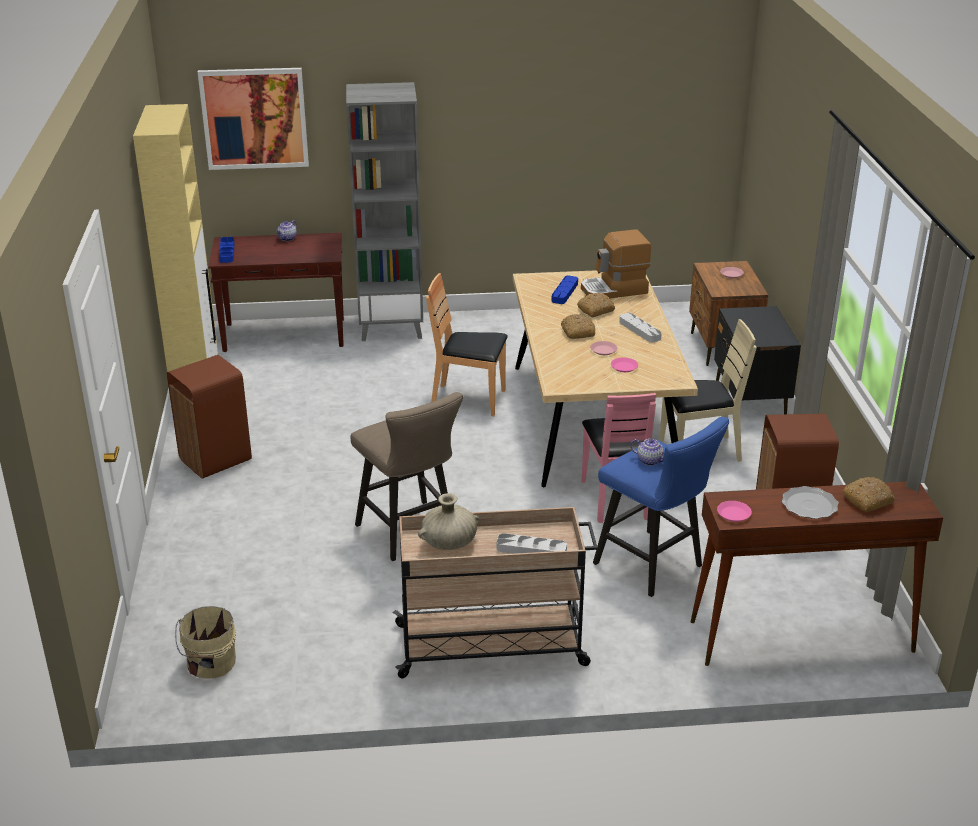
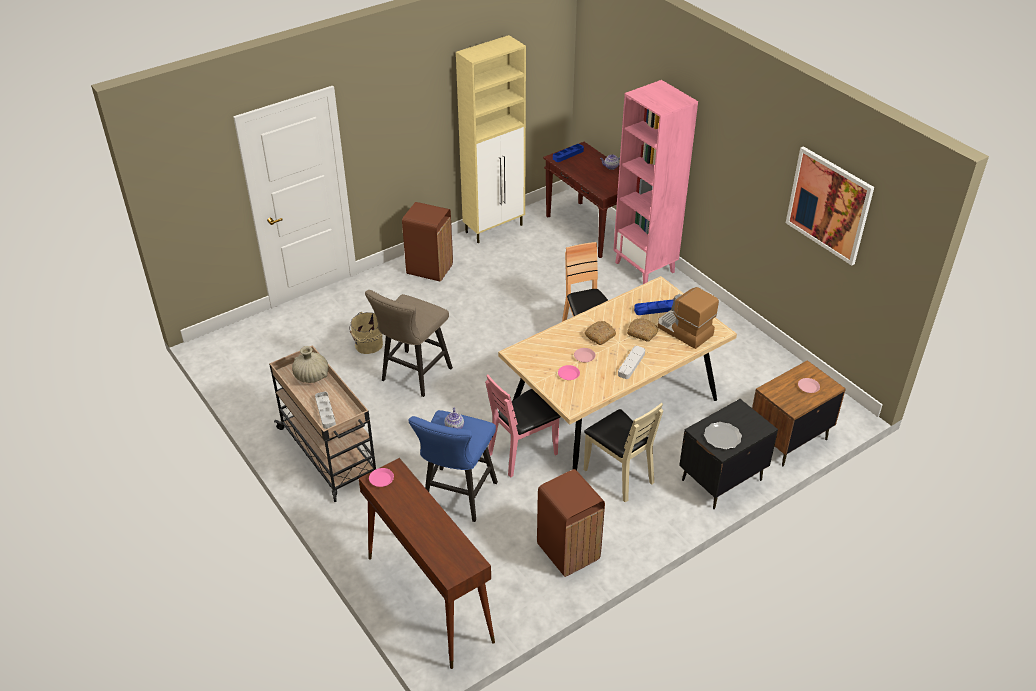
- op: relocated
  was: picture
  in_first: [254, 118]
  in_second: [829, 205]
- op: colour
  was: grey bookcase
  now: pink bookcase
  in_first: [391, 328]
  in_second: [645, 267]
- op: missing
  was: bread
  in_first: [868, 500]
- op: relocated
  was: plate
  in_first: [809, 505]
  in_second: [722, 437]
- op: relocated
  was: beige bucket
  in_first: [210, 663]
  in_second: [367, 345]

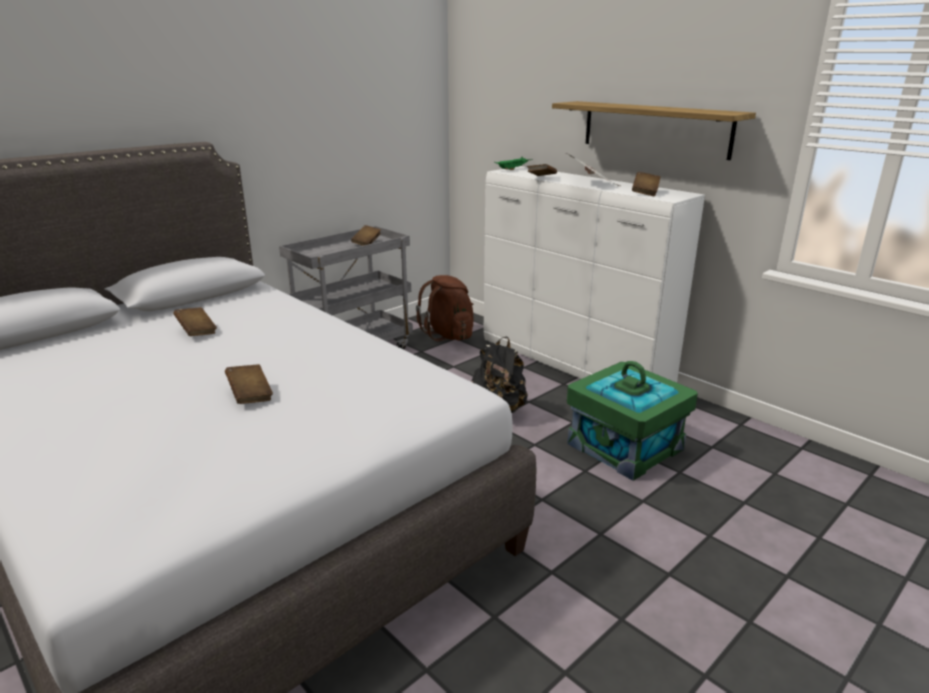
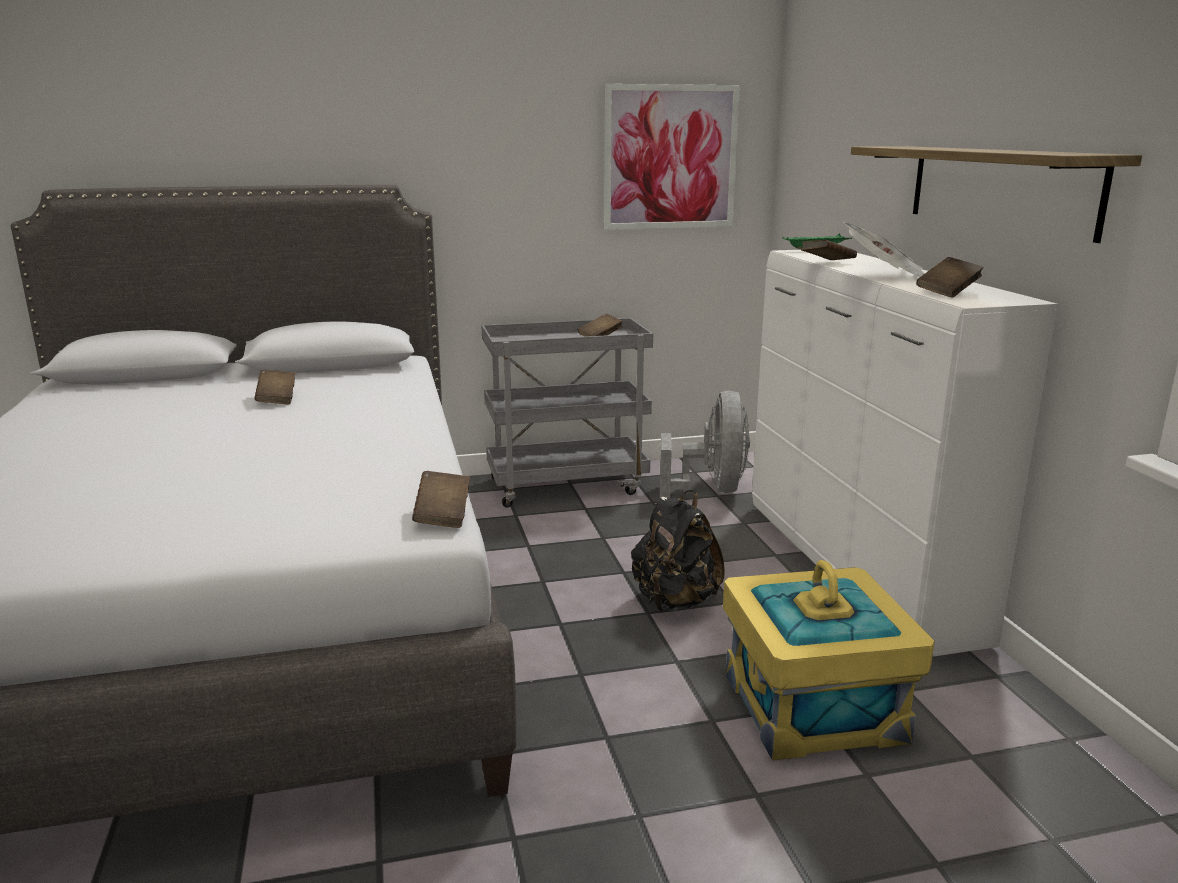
- op: exchanged
  was: brown backpack
  now: grey fan
  in_first: [449, 335]
  in_second: [711, 490]
- op: colour
  was: green storage box
  now: yellow storage box
  in_first: [625, 446]
  in_second: [814, 707]
- op: relocated
  was: brown book
  in_first: [250, 395]
  in_second: [443, 516]
- op: appeared
  now: picture
  in_second: [670, 157]

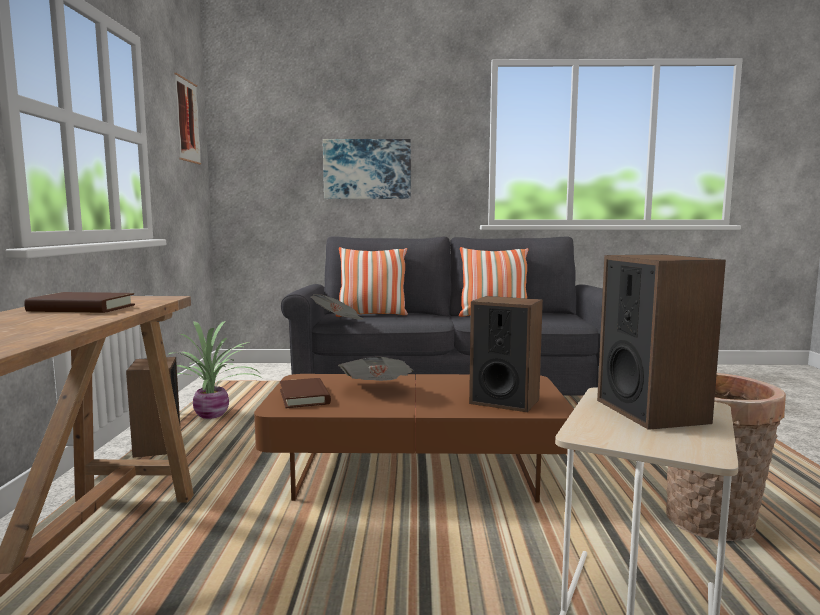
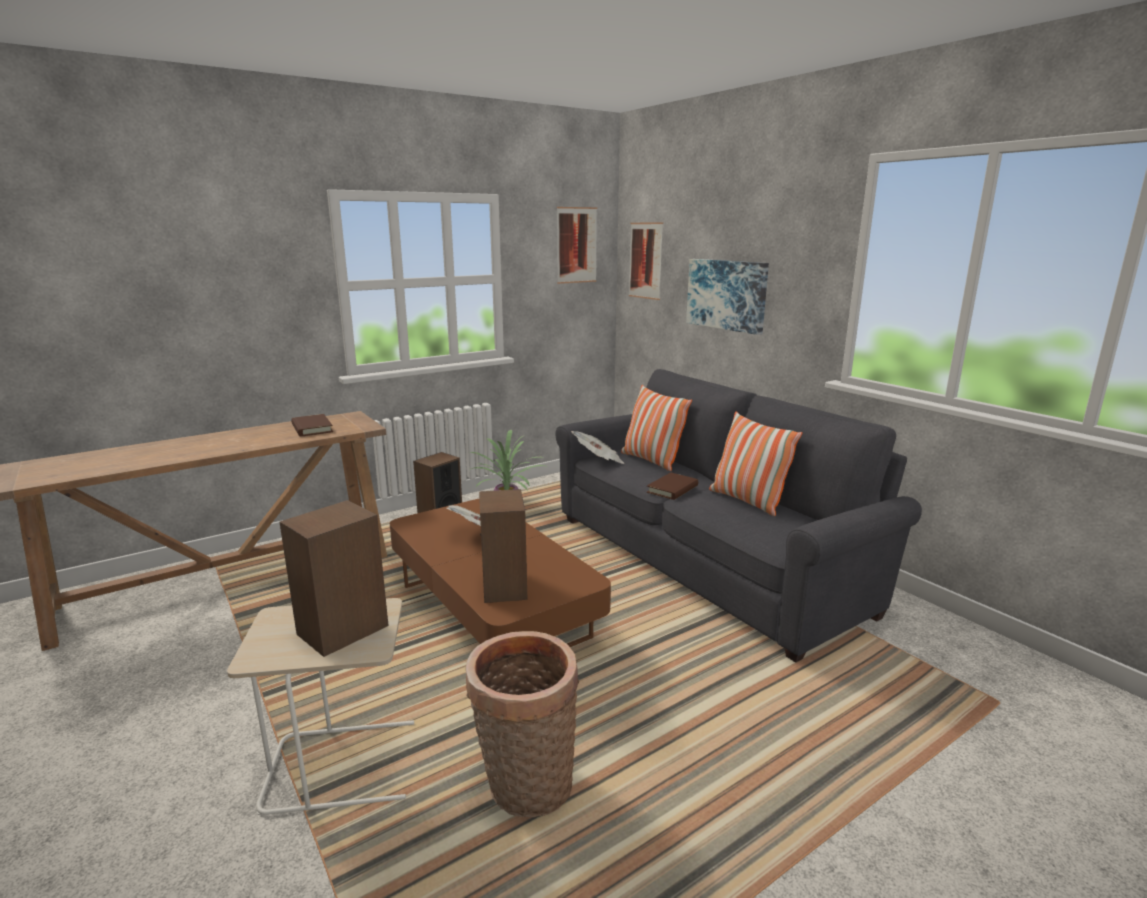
- op: relocated
  was: brown book
  in_first: [304, 397]
  in_second: [672, 489]
- op: appeared
  now: picture
  in_second: [645, 260]

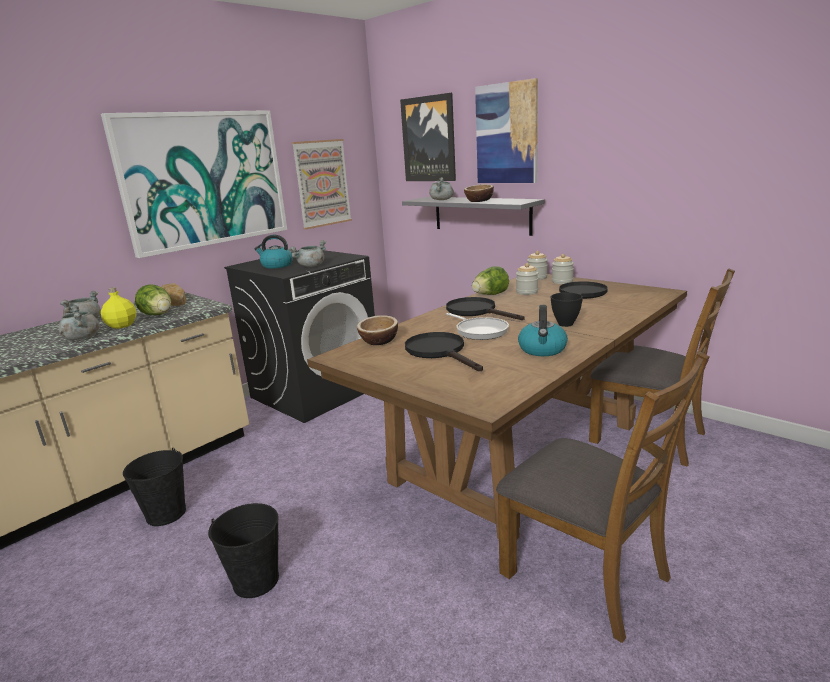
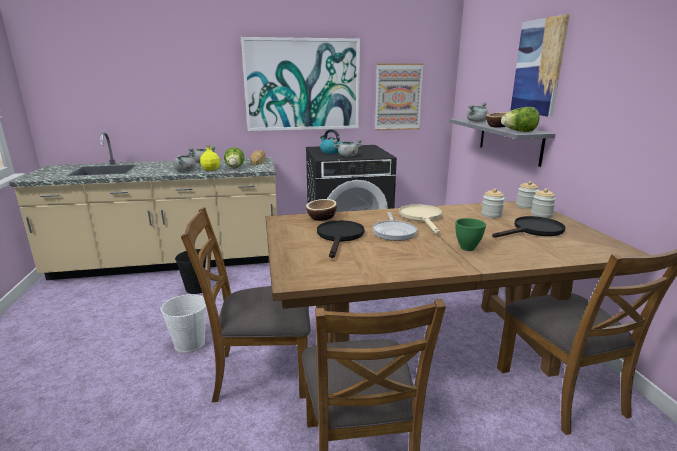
- op: missing
  was: picture
  in_first: [429, 139]
- op: relocated
  was: lettuce
  in_first: [490, 295]
  in_second: [519, 131]
- op: colour
  was: black bowl
  now: green bowl
  in_first: [566, 324]
  in_second: [468, 248]
- op: colour
  was: black frying pan
  now: beige frying pan
  in_first: [476, 311]
  in_second: [422, 218]
- op: missing
  was: kettle
  in_first: [542, 350]
- op: colour
  was: black bucket
  now: white bucket
  in_first: [256, 580]
  in_second: [190, 344]
- op: appeared
  now: brown chair
  in_second: [261, 373]

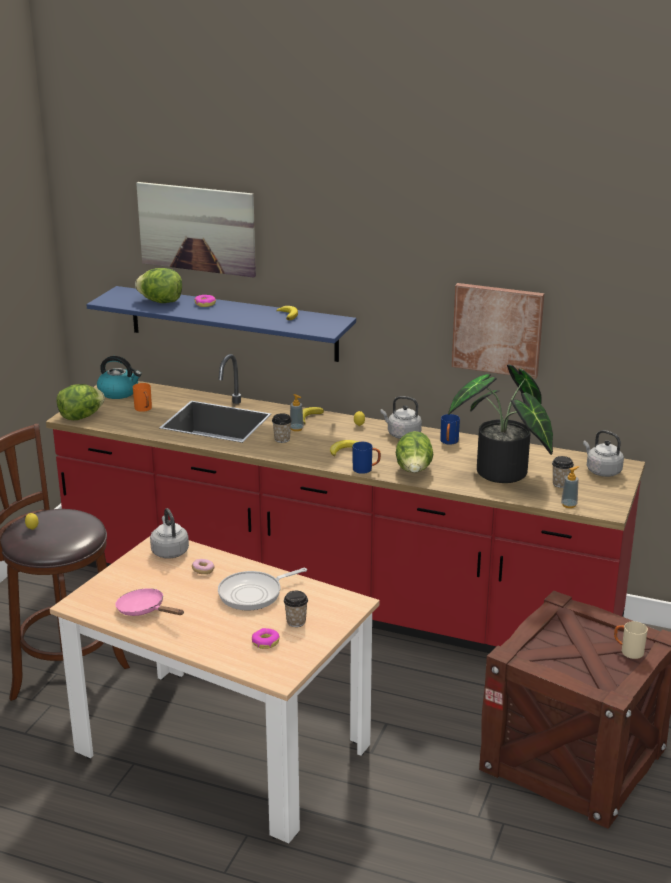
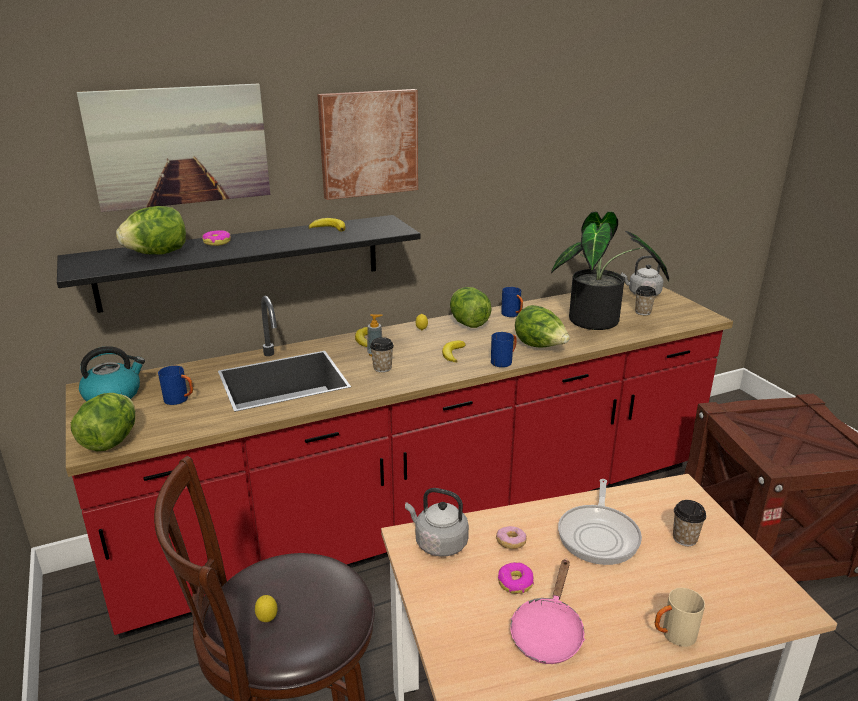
- op: relocated
  was: picture
  in_first: [497, 329]
  in_second: [368, 143]
- op: colour
  was: blue shelf
  now: black shelf
  in_first: [233, 323]
  in_second: [242, 262]
- op: colour
  was: orange mug
  now: blue mug
  in_first: [144, 409]
  in_second: [180, 400]
- op: exchanged
  was: grey kettle
  now: lettuce
  in_first: [402, 434]
  in_second: [468, 323]
- op: missing
  was: soap dispenser
  in_first: [569, 505]
- op: spun
  was: pink frying pan
  in_first: [144, 610]
  in_second: [547, 632]
  clockwise: -60
- op: relocated
  was: beige mug
  in_first: [628, 651]
  in_second: [673, 636]
- op: relocated
  was: donut
  in_first: [265, 642]
  in_second: [515, 583]

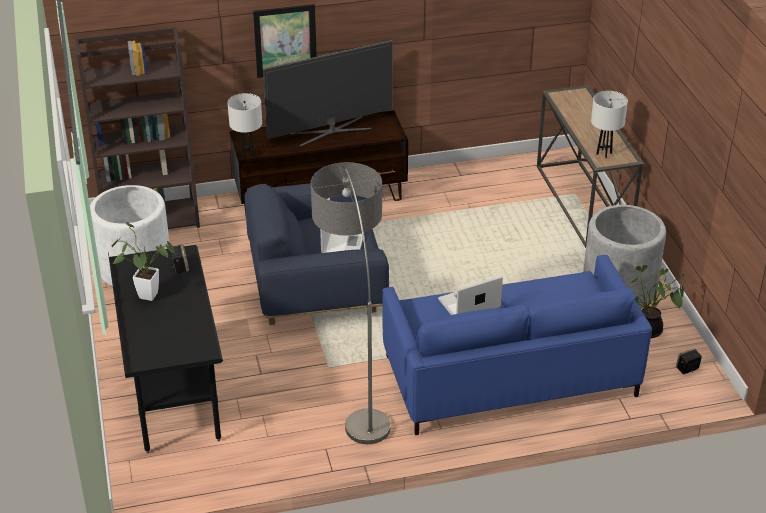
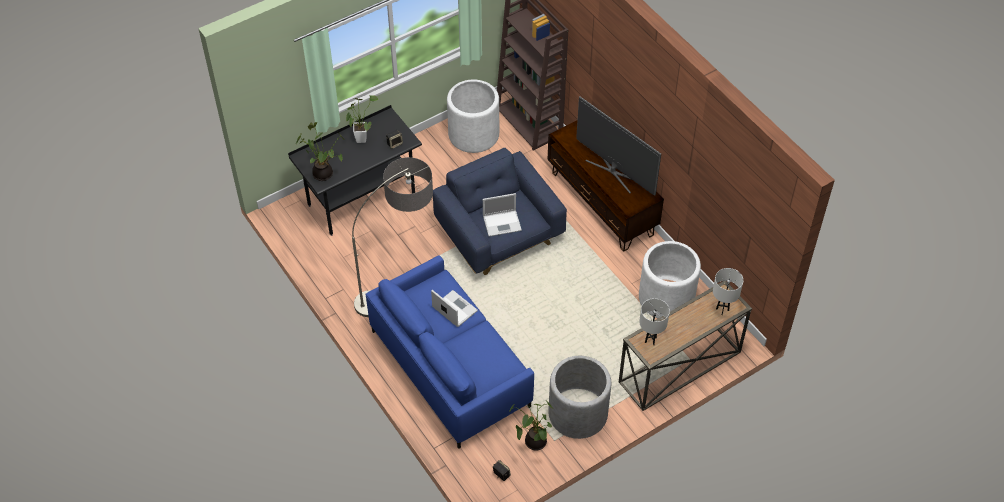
- op: missing
  was: picture
  in_first: [285, 40]
- op: relocated
  was: white table lamp
  in_first: [247, 154]
  in_second: [722, 309]
- op: appeared
  now: potted plant
  in_second: [324, 173]
- op: appeared
  now: white planter
  in_second: [666, 298]

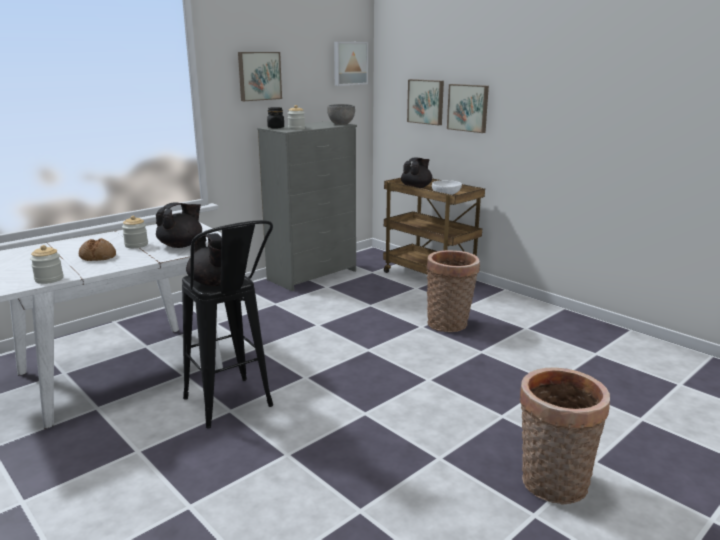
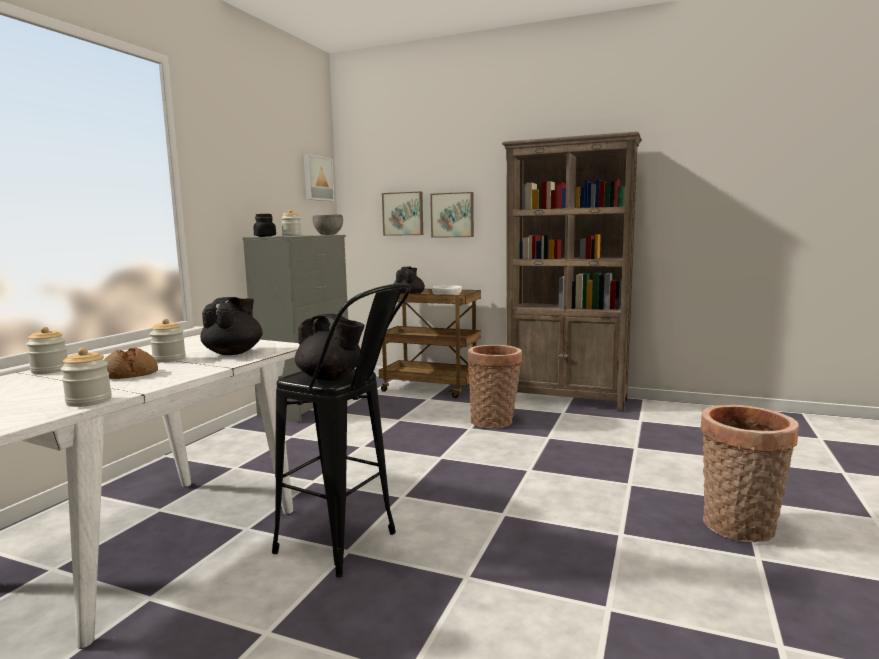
- op: missing
  was: picture
  in_first: [259, 76]
- op: appeared
  now: brown bookcase
  in_second: [567, 399]
- op: appeared
  now: jar
  in_second: [50, 370]

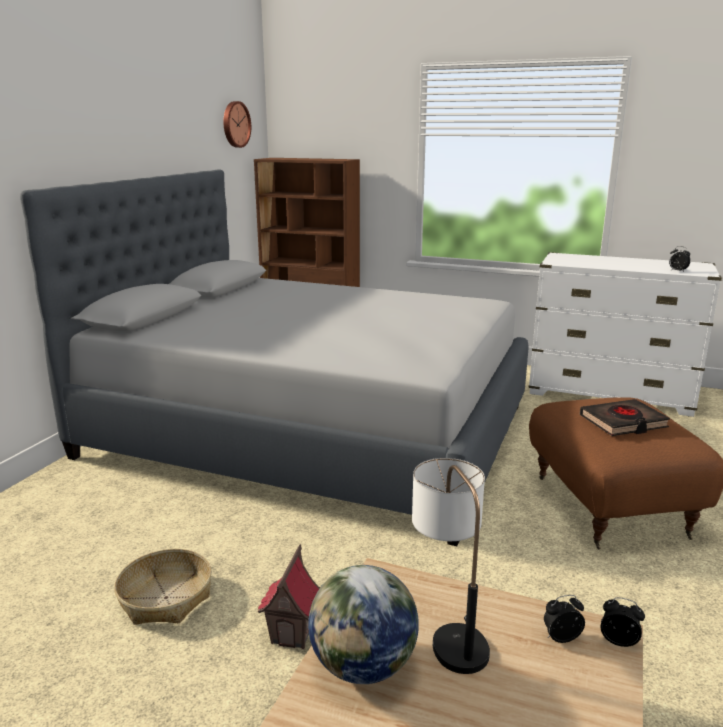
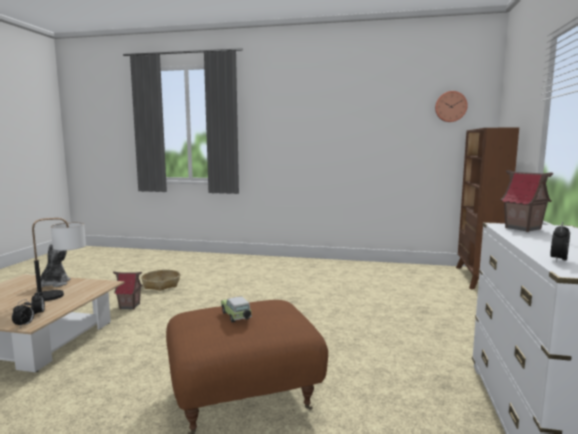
- op: missing
  was: grey bed
  in_first: [311, 430]
- op: exchanged
  was: black book
  now: toy car
  in_first: [623, 422]
  in_second: [236, 316]
- op: exchanged
  was: globe
  now: plush toy
  in_first: [363, 667]
  in_second: [54, 284]
- op: appeared
  now: toy house
  in_second: [522, 228]

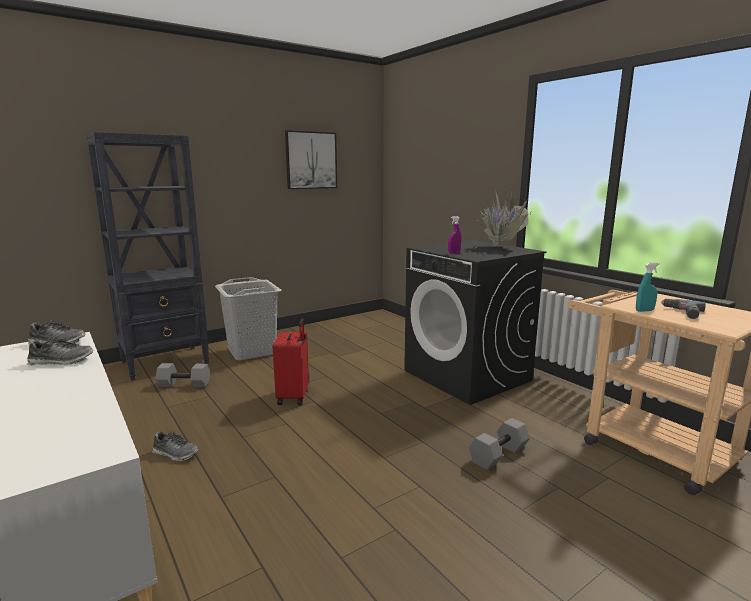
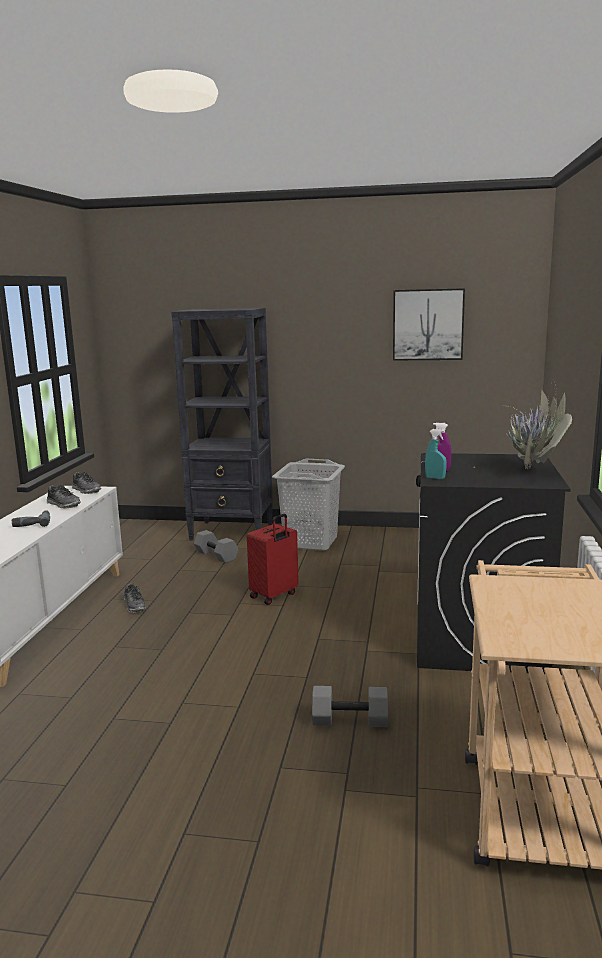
- op: relocated
  was: turquoise spray bottle
  in_first: [644, 310]
  in_second: [435, 478]
- op: relocated
  was: power drill
  in_first: [682, 313]
  in_second: [32, 523]

